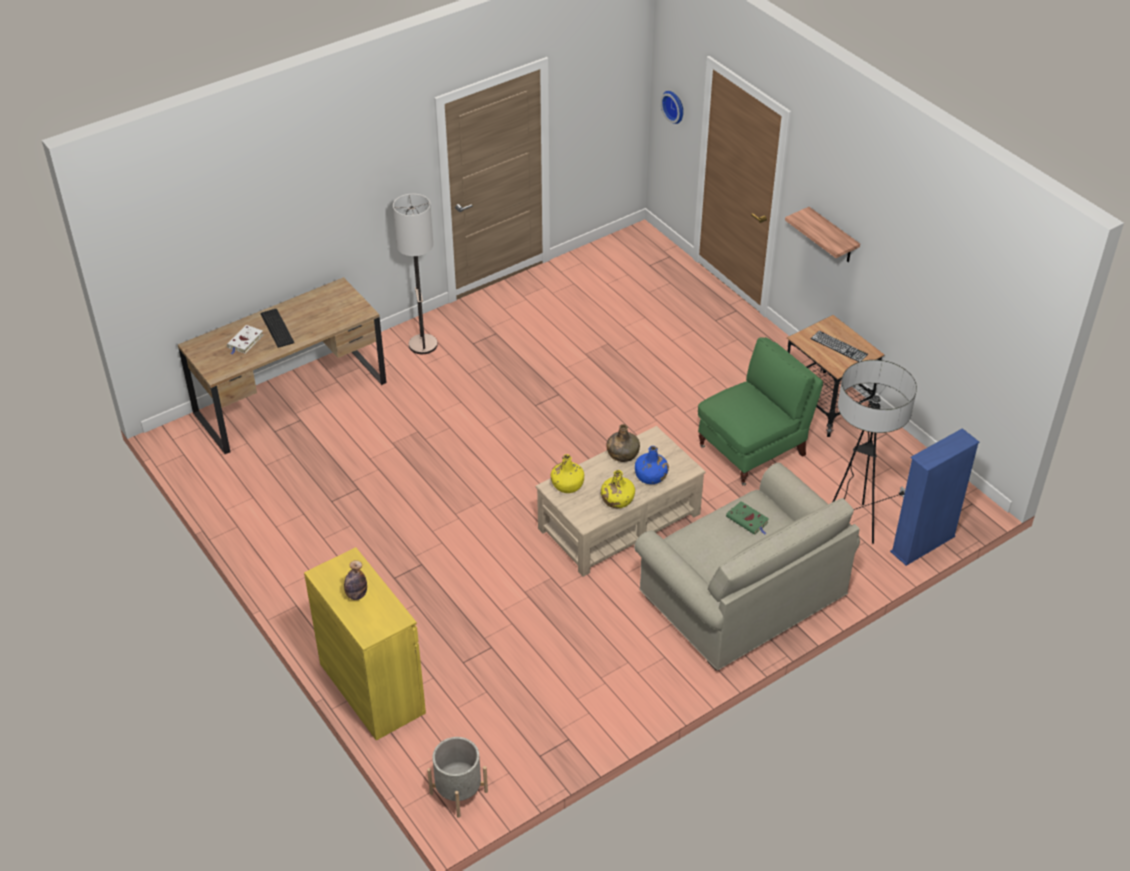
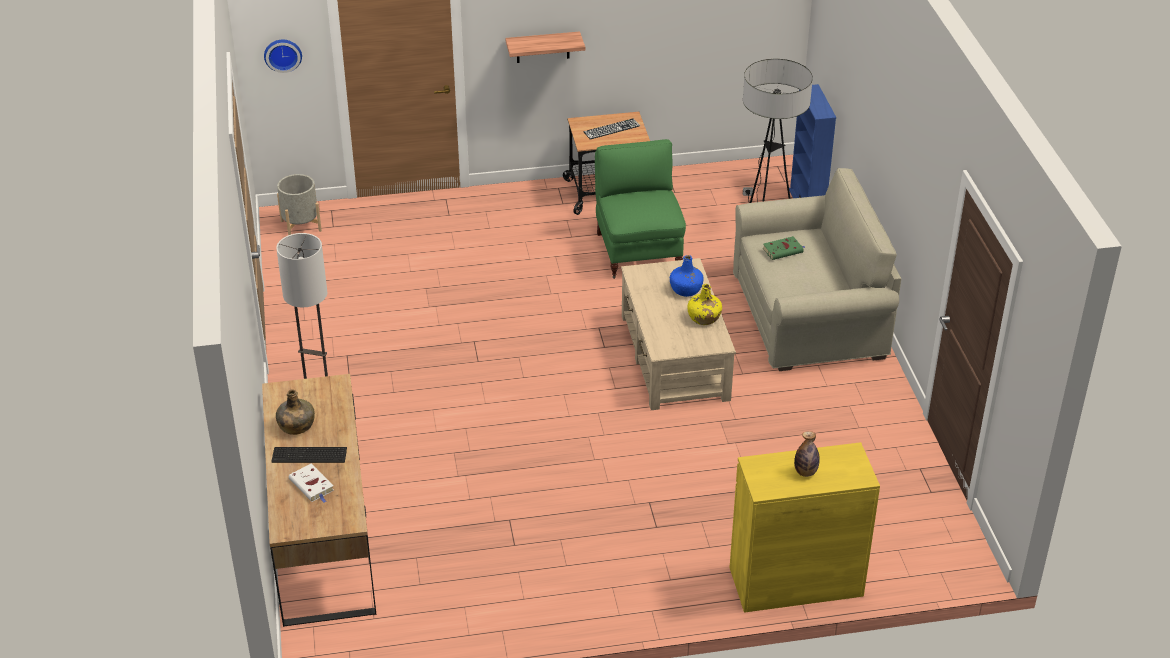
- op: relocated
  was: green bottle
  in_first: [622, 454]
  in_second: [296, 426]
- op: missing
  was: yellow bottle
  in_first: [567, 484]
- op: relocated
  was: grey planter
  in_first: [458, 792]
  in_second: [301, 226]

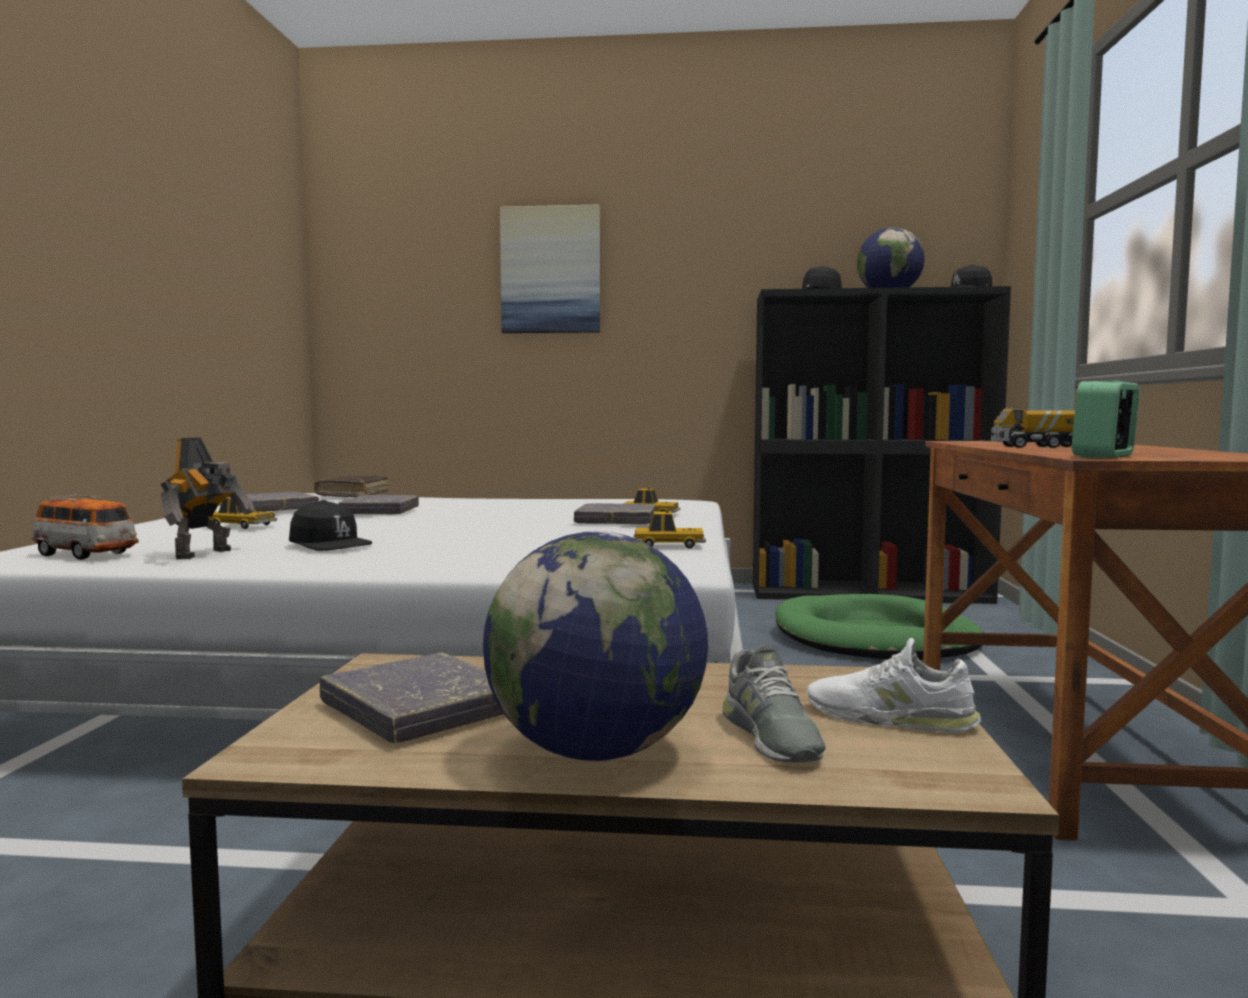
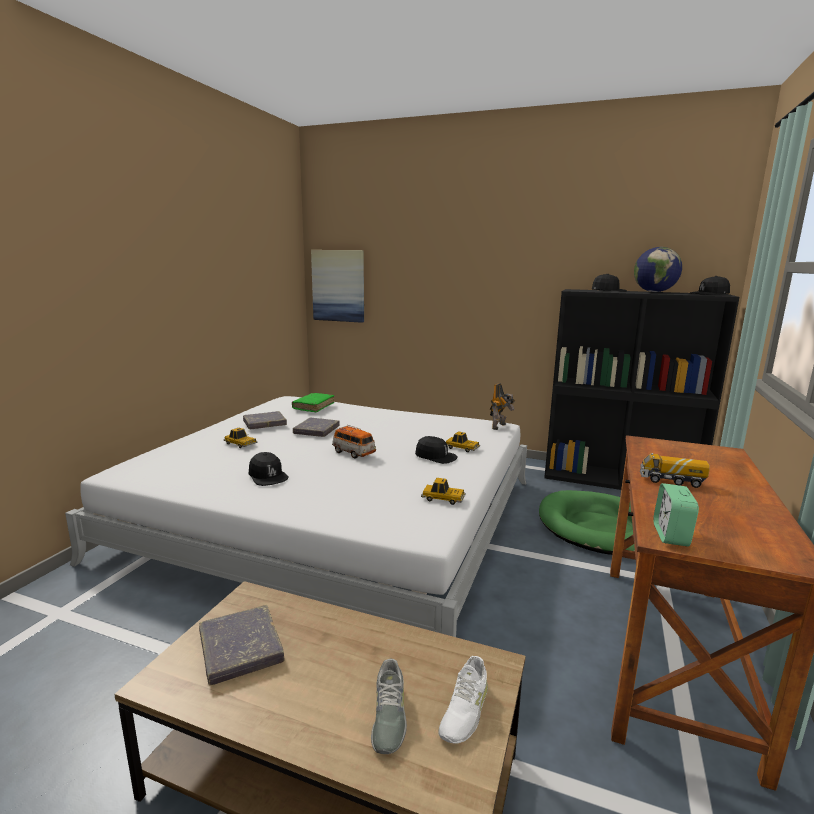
- op: relocated
  was: picture
  in_first: [551, 270]
  in_second: [338, 286]
- op: spun
  was: alarm clock
  in_first: [1104, 456]
  in_second: [671, 535]
  clockwise: -45
- op: relocated
  was: toy robot
  in_first: [207, 554]
  in_second: [500, 426]
- op: colour
  was: brown book
  now: green book
  in_first: [353, 495]
  in_second: [313, 407]
- op: relocated
  was: toy car
  in_first: [86, 554]
  in_second: [354, 453]
- op: exchanged
  was: grey book
  now: black cap
  in_first: [616, 521]
  in_second: [435, 456]
- op: missing
  was: globe
  in_first: [596, 752]
- op: spun
  was: white shoe
  in_first: [889, 717]
  in_second: [464, 710]
  clockwise: -105

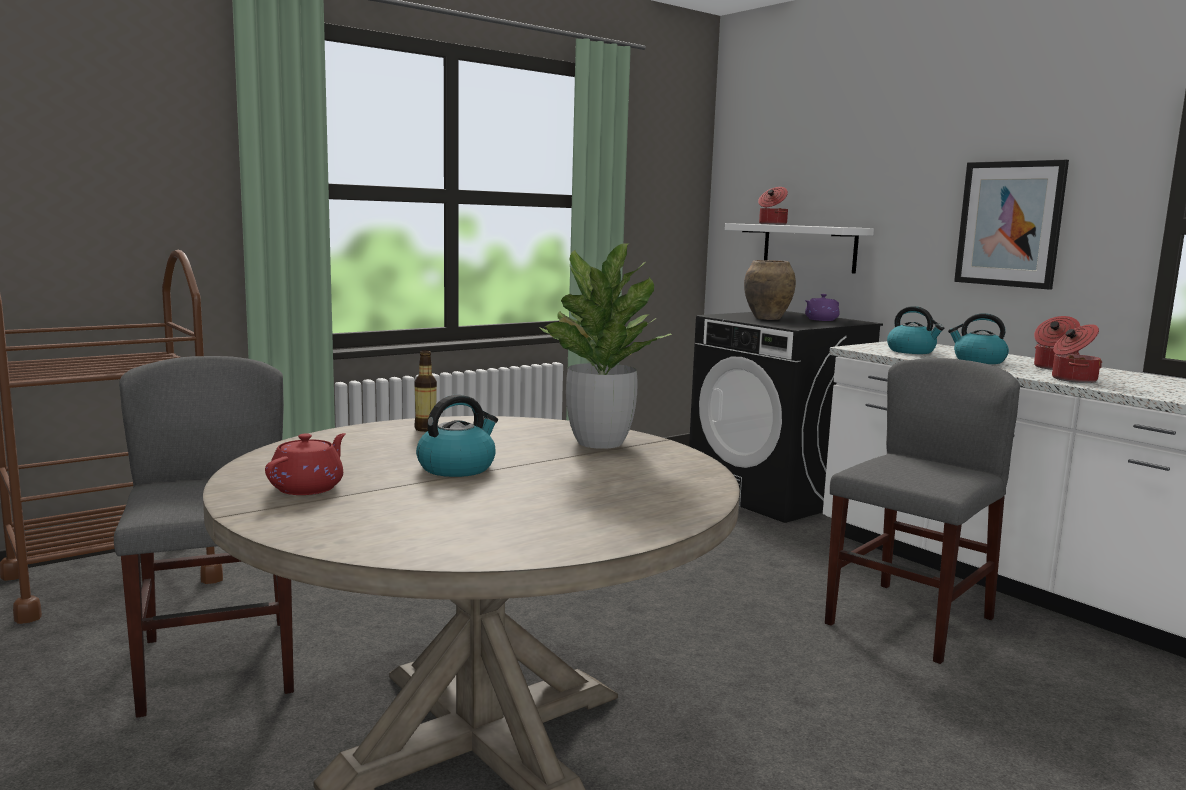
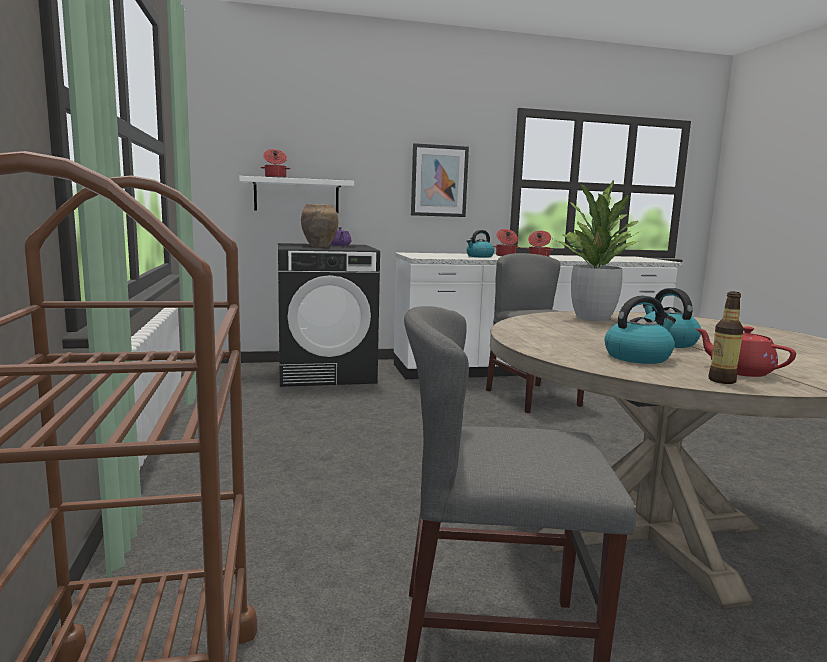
- op: relocated
  was: kettle
  in_first: [912, 351]
  in_second: [638, 357]
- op: relocated
  was: bottle
  in_first: [425, 429]
  in_second: [722, 381]

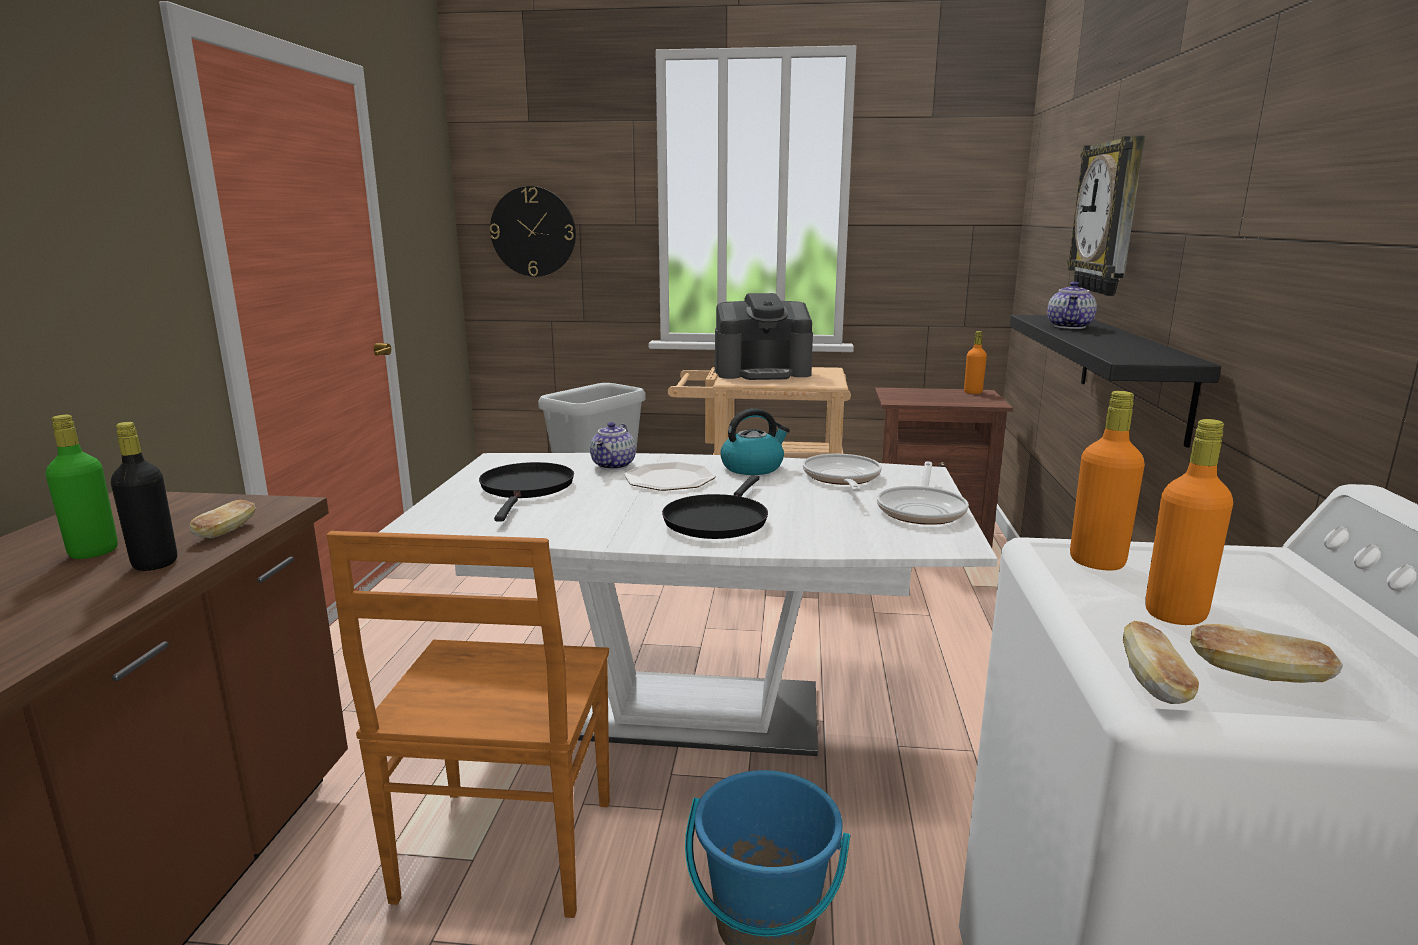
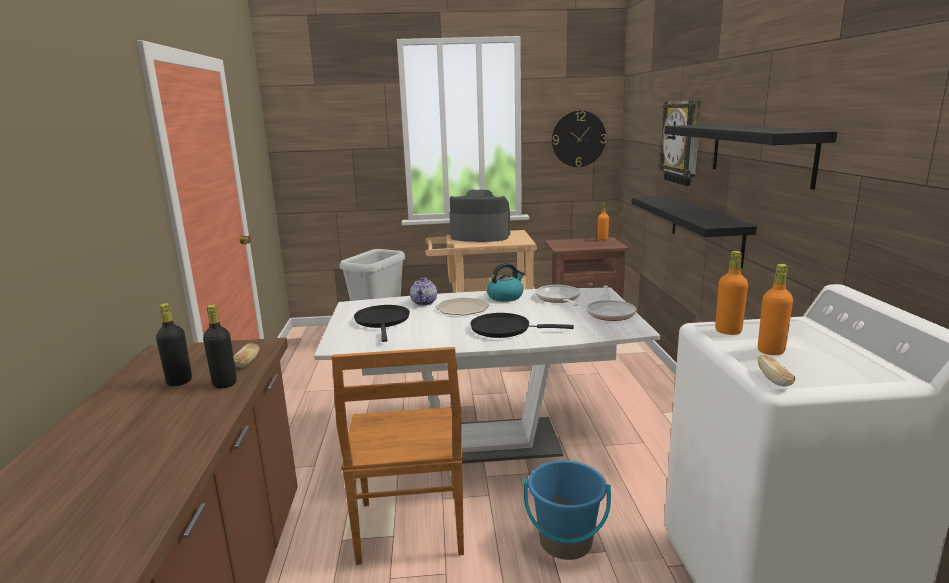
- op: relocated
  was: wall clock
  in_first: [533, 232]
  in_second: [578, 139]
- op: missing
  was: teapot
  in_first: [1070, 327]
- op: spun
  was: coffee machine
  in_first: [762, 372]
  in_second: [479, 236]
  clockwise: -150
- op: colour
  was: green bottle
  now: black bottle
  in_first: [94, 552]
  in_second: [179, 381]
- op: spun
  was: black frying pan
  in_first: [717, 520]
  in_second: [504, 329]
  clockwise: 90
- op: missing
  was: bread
  in_first: [1257, 676]
- op: appeared
  now: black shelf
  in_second: [759, 152]

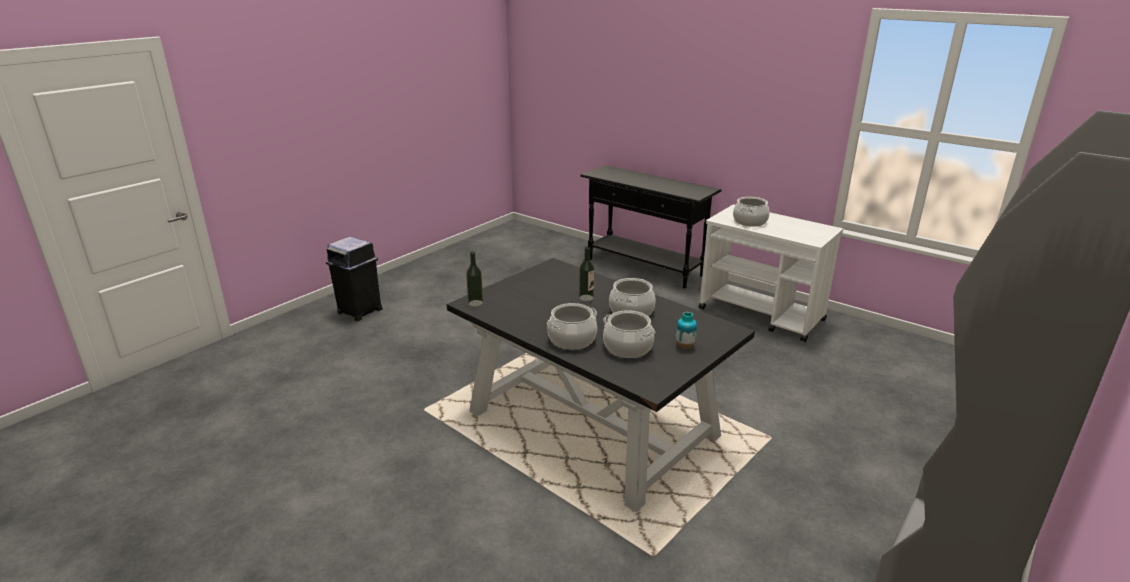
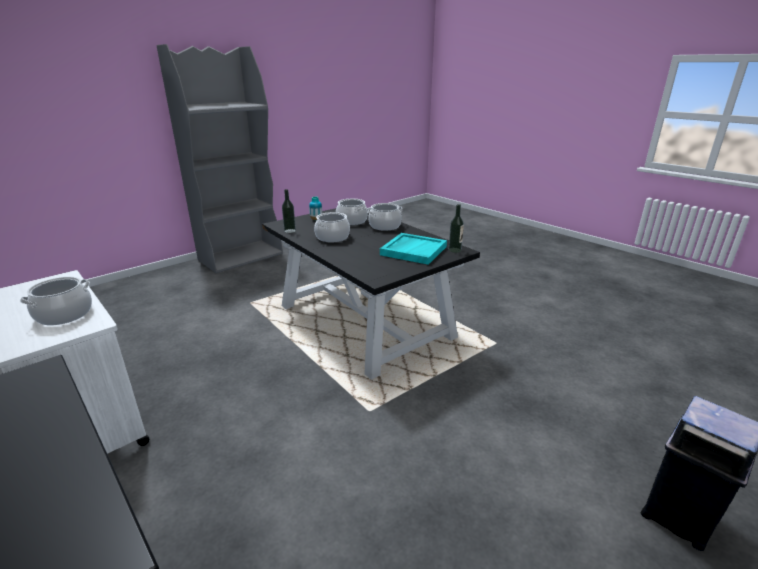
- op: relocated
  was: bottle
  in_first: [586, 298]
  in_second: [290, 231]
- op: appeared
  now: turquoise tray
  in_second: [413, 250]

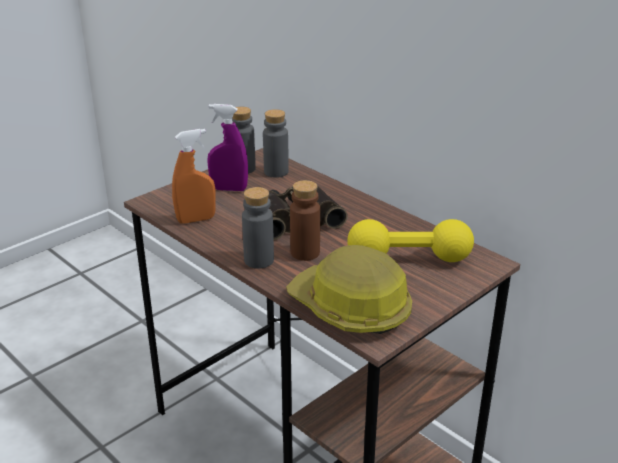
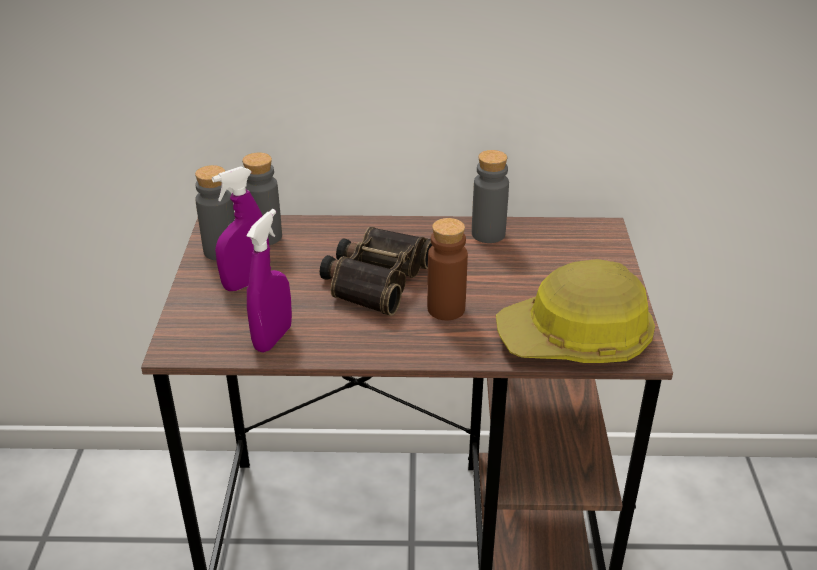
- op: colour
  was: orange spray bottle
  now: purple spray bottle
  in_first: [196, 219]
  in_second: [273, 338]
- op: relocated
  was: grey bottle
  in_first: [259, 260]
  in_second: [488, 234]
- op: missing
  was: yellow dumbbell
  in_first: [409, 258]

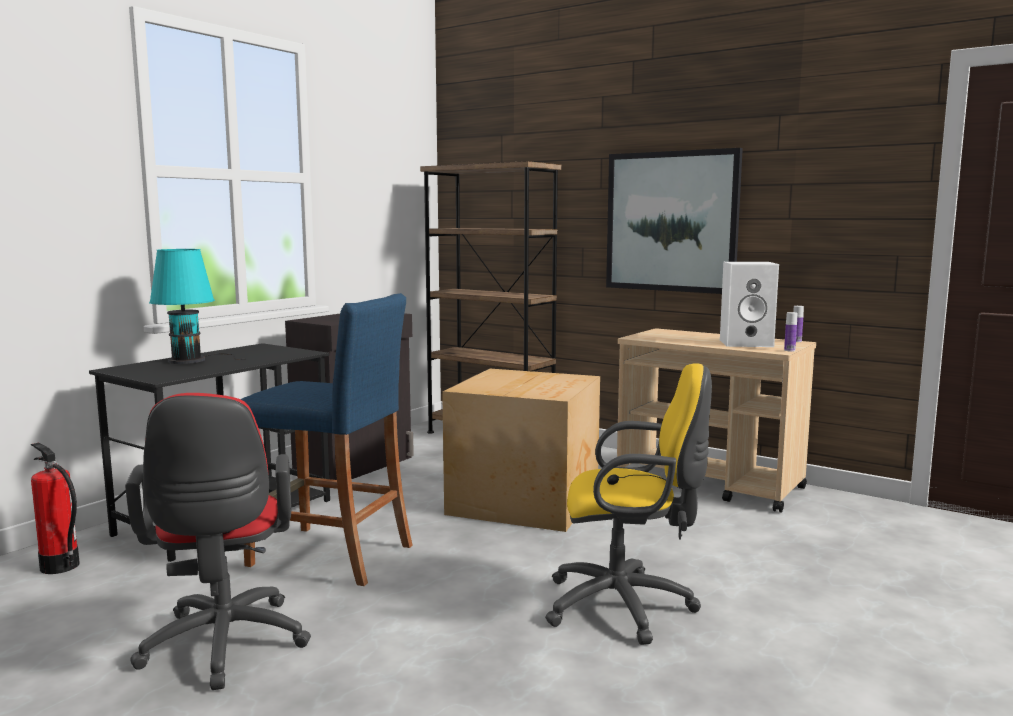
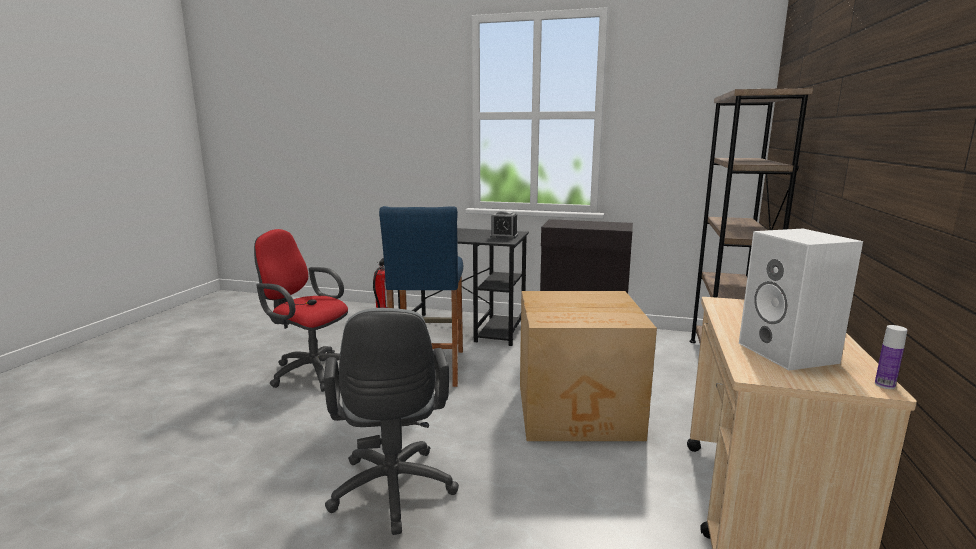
- op: missing
  was: picture
  in_first: [671, 221]
- op: missing
  was: turquoise table lamp
  in_first: [191, 360]
- op: missing
  was: bottle
  in_first: [789, 350]
- op: colour
  was: yellow office chair
  now: grey office chair
  in_first: [627, 607]
  in_second: [392, 493]
- op: spun
  was: red office chair
  in_first: [223, 648]
  in_second: [311, 371]
  clockwise: 60
- op: appeared
  now: alarm clock
  in_second: [504, 236]

